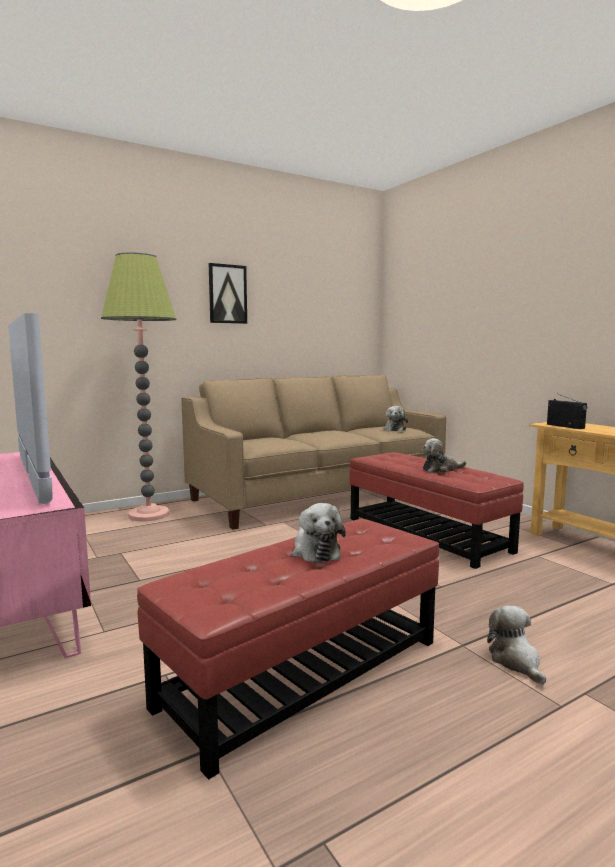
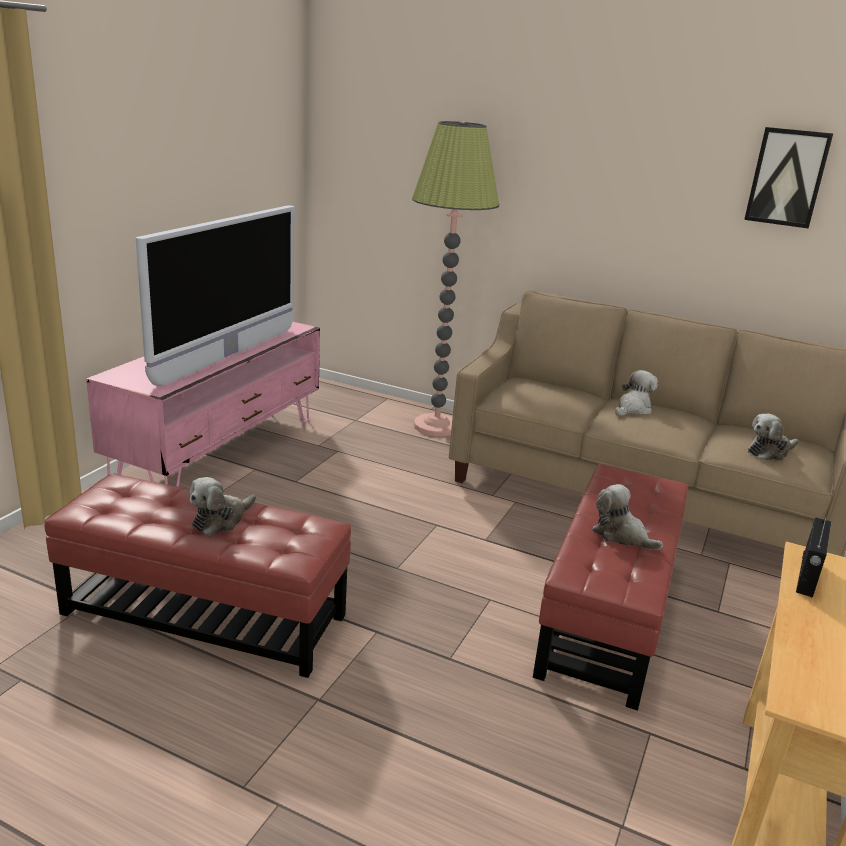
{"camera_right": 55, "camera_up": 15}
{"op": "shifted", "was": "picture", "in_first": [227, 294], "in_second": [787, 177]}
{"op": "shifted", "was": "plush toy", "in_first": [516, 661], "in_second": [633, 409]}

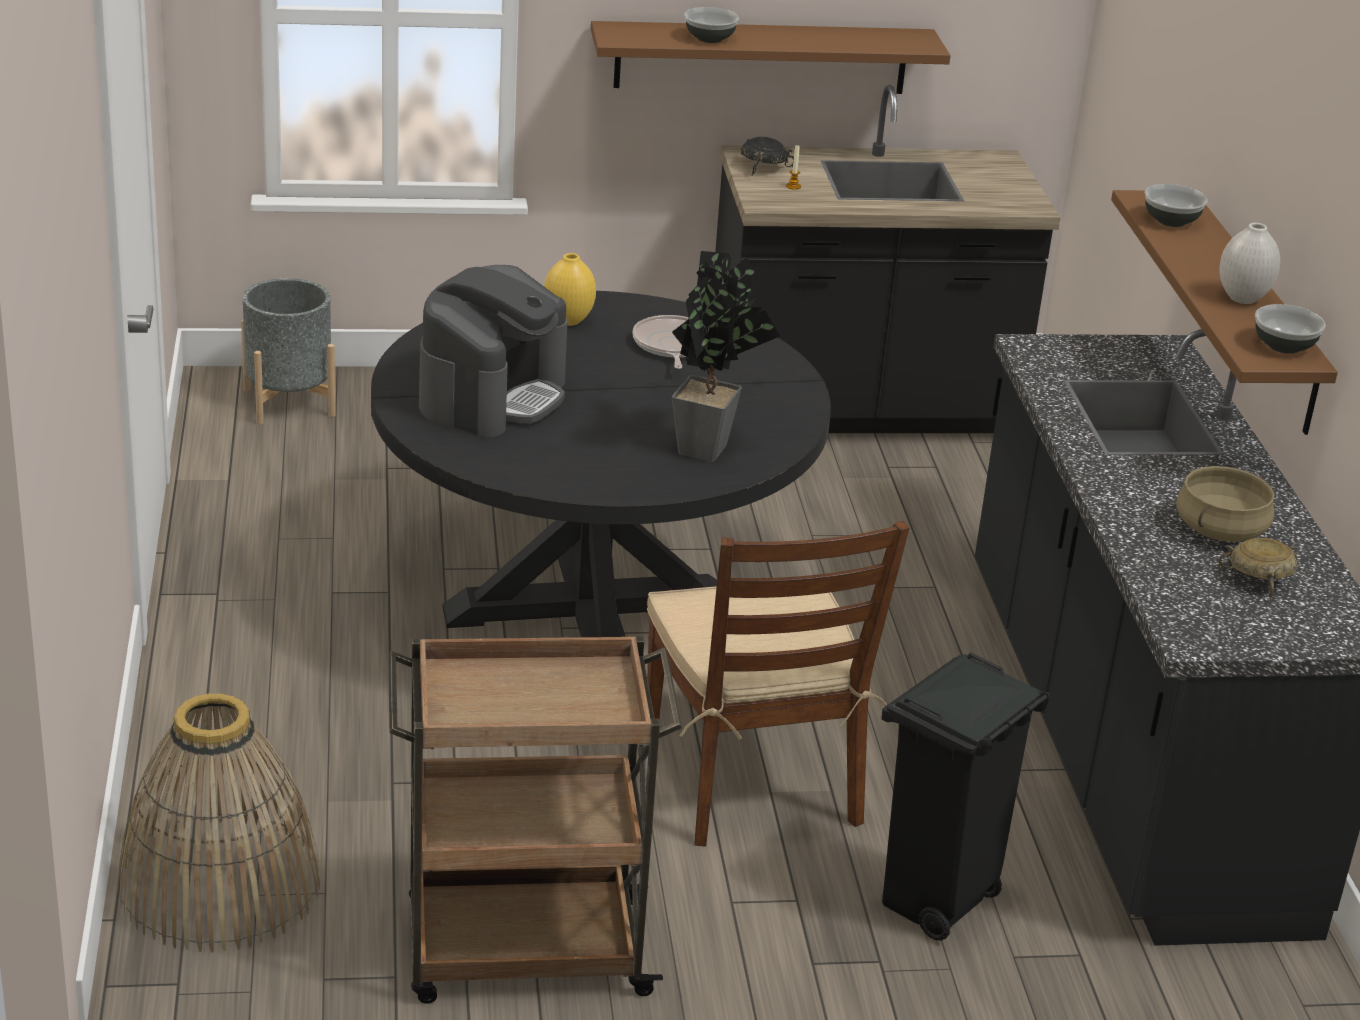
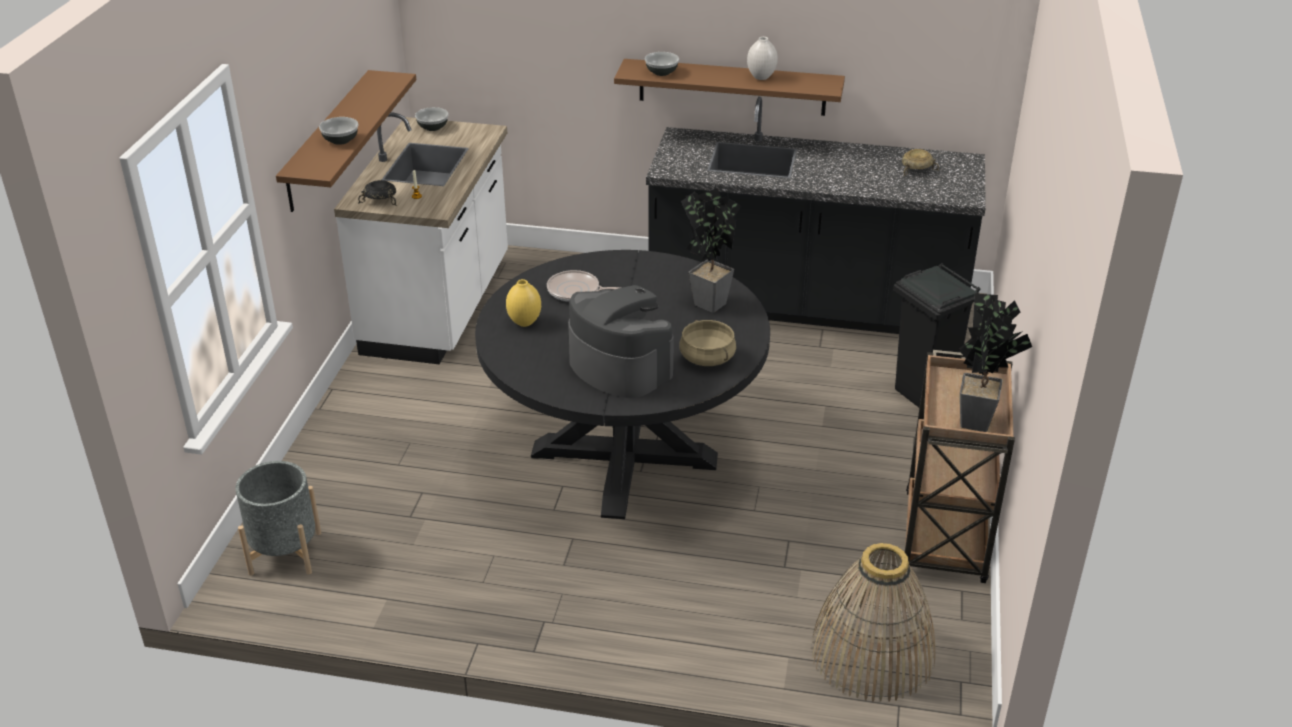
{"camera_right": -70, "camera_up": 5}
{"op": "repainted", "was": "counter in black", "now": "counter in white", "in_first": [859, 410], "in_second": [439, 307]}
{"op": "shifted", "was": "bowl", "in_first": [1284, 346], "in_second": [432, 127]}
{"op": "shifted", "was": "cooking pot in beige", "in_first": [1220, 530], "in_second": [708, 358]}
{"op": "gone", "was": "chair in brown", "in_first": [752, 778]}
{"op": "new", "now": "potted plant", "in_second": [978, 419]}

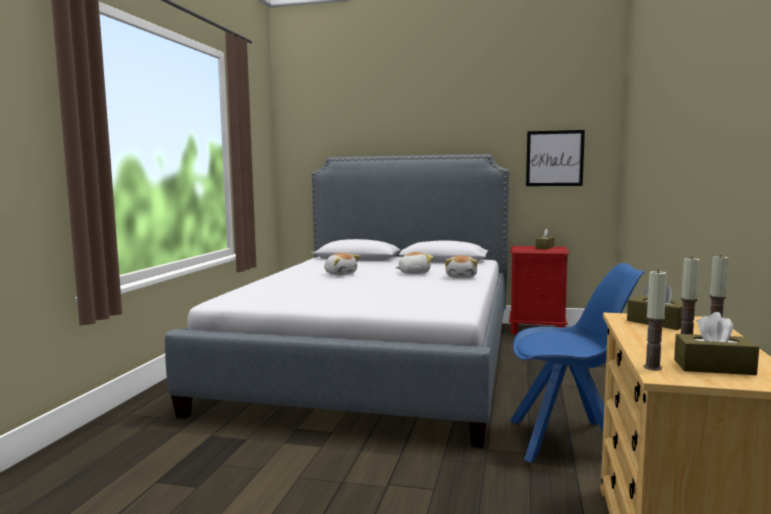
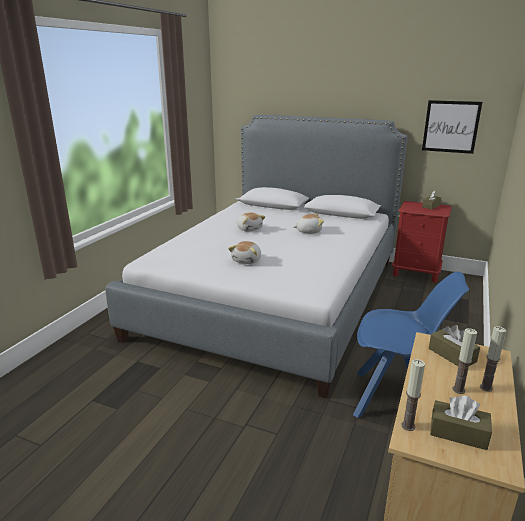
{"camera_right": 10, "camera_up": 15}
{"op": "shifted", "was": "plush toy", "in_first": [462, 277], "in_second": [247, 260]}

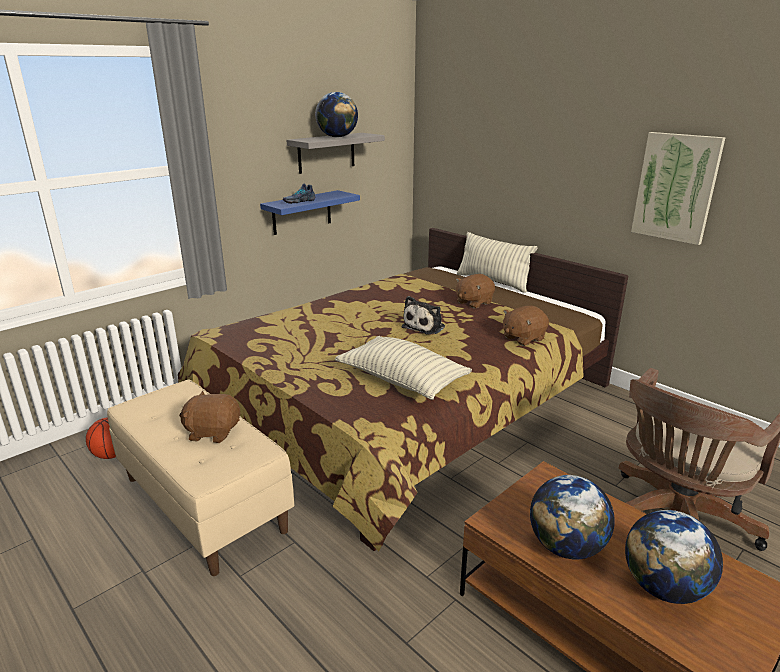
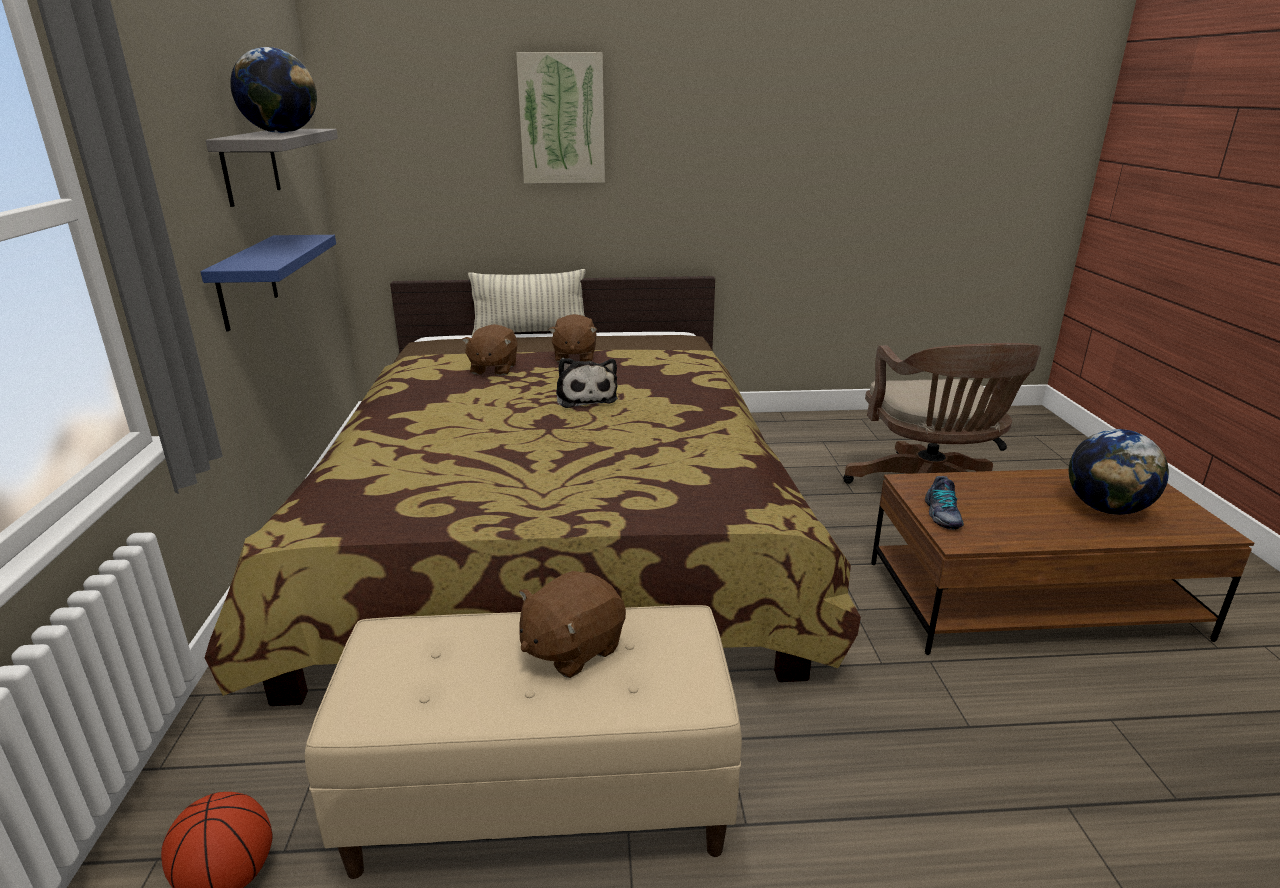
{"camera_right": -50, "camera_up": 0}
{"op": "shifted", "was": "picture", "in_first": [676, 187], "in_second": [562, 119]}
{"op": "shifted", "was": "shoe", "in_first": [299, 201], "in_second": [942, 515]}
{"op": "shifted", "was": "plush toy in brown", "in_first": [523, 338], "in_second": [493, 369]}
{"op": "gone", "was": "pillow", "in_first": [402, 380]}
{"op": "gone", "was": "globe", "in_first": [566, 546]}

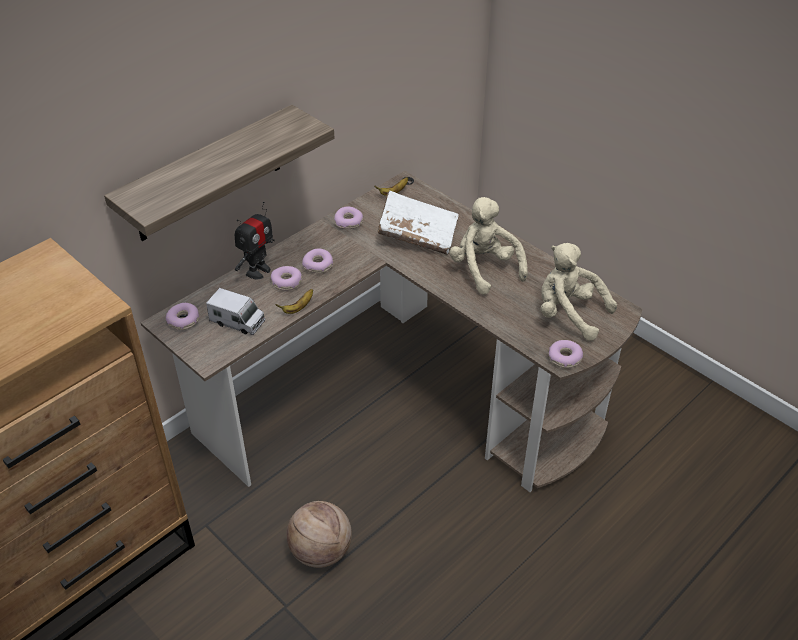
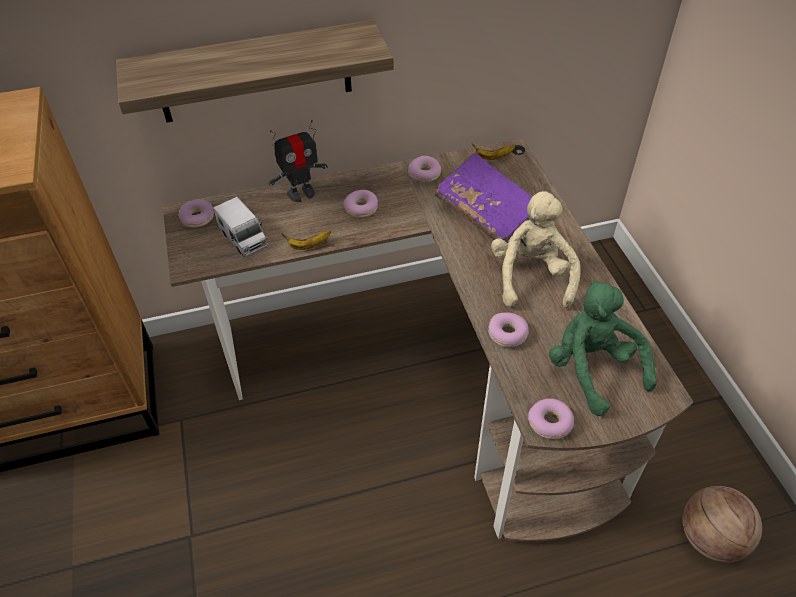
{"camera_right": 30, "camera_up": 5}
{"op": "repainted", "was": "book in white", "now": "book in purple", "in_first": [417, 234], "in_second": [486, 211]}
{"op": "repainted", "was": "plush toy in beige", "now": "plush toy in green", "in_first": [568, 314], "in_second": [592, 369]}
{"op": "shifted", "was": "donut", "in_first": [287, 282], "in_second": [507, 334]}
{"op": "shifted", "was": "basketball", "in_first": [321, 551], "in_second": [710, 538]}

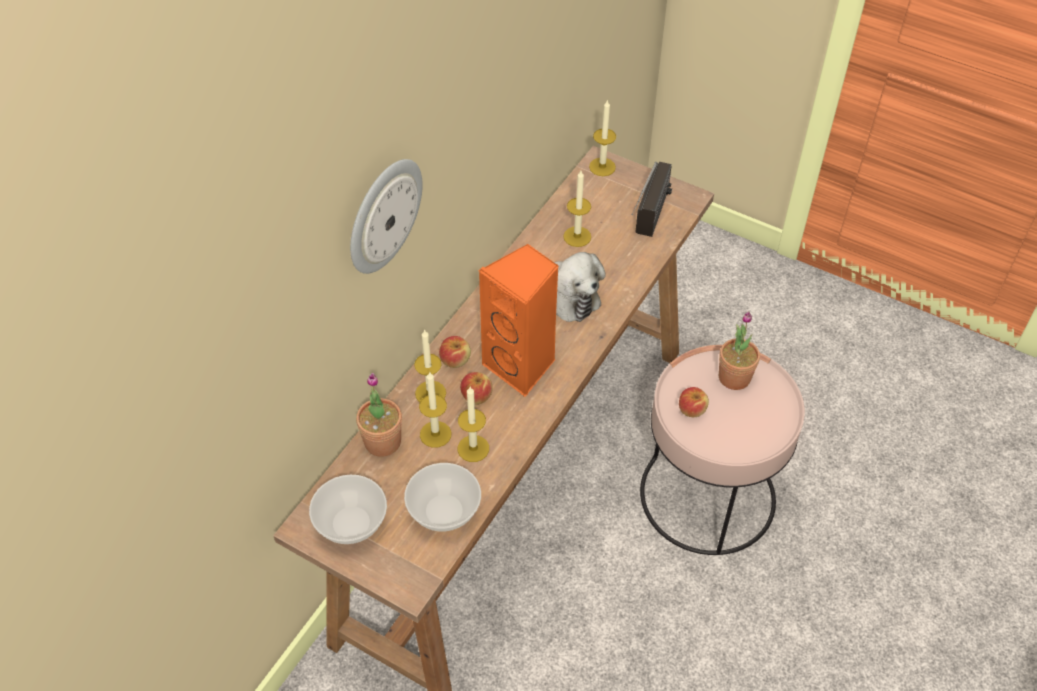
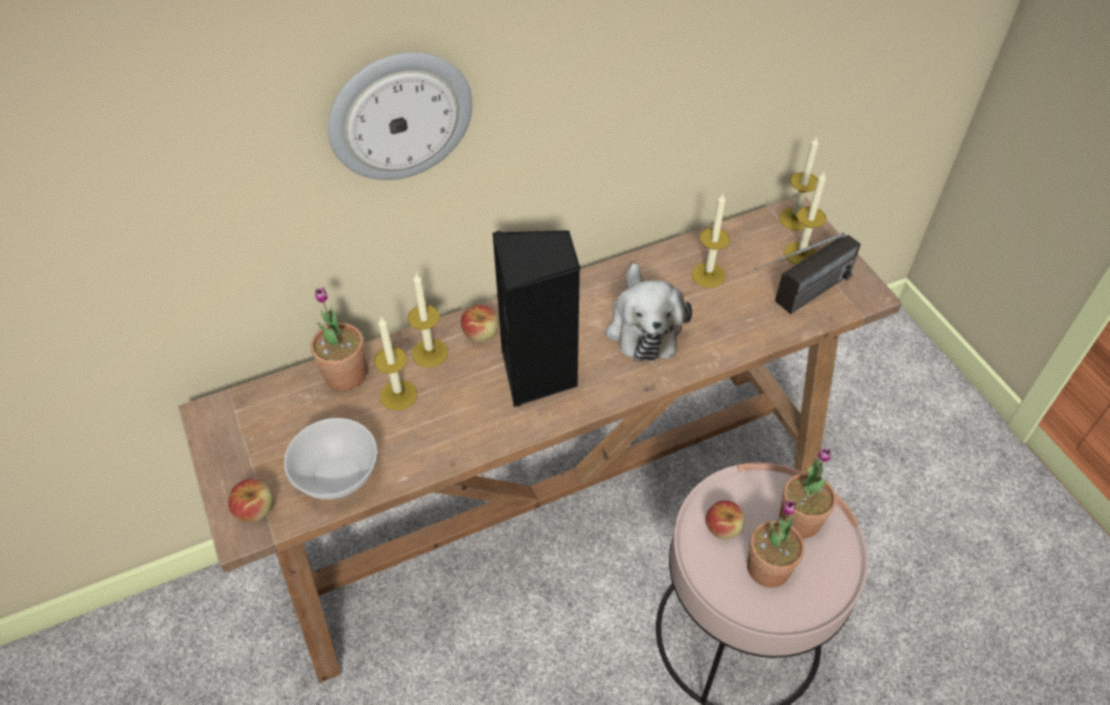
{"camera_right": 35, "camera_up": 0}
{"op": "repainted", "was": "speaker in orange", "now": "speaker in black", "in_first": [522, 366], "in_second": [539, 374]}
{"op": "shifted", "was": "apple", "in_first": [476, 396], "in_second": [255, 509]}
{"op": "shifted", "was": "candle", "in_first": [473, 448], "in_second": [801, 254]}
{"op": "gone", "was": "bowl", "in_first": [352, 522]}
{"op": "new", "now": "potted plant", "in_second": [768, 568]}

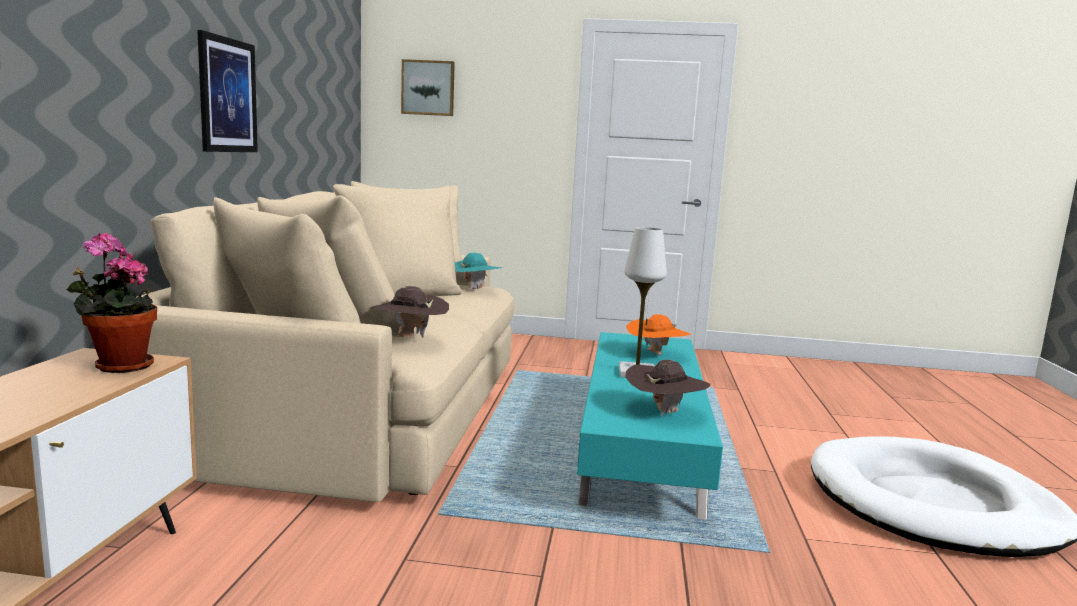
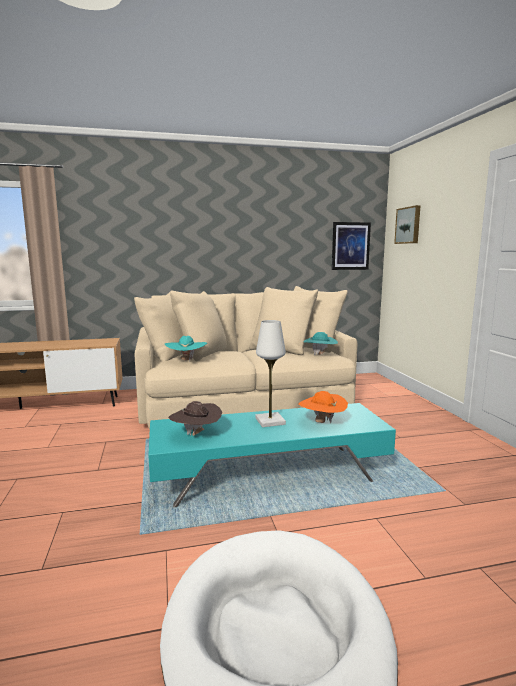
{"camera_right": 70, "camera_up": 0}
{"op": "shifted", "was": "picture", "in_first": [227, 95], "in_second": [350, 246]}
{"op": "gone", "was": "potted plant", "in_first": [119, 366]}
{"op": "repainted", "was": "hat in brown", "now": "hat in turquoise", "in_first": [409, 337], "in_second": [186, 360]}

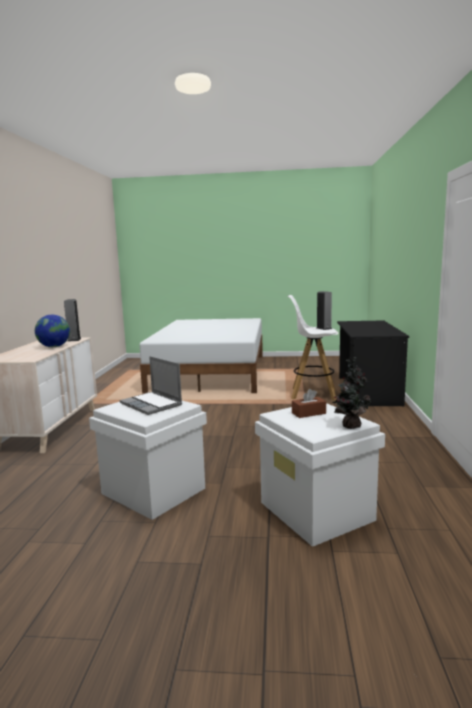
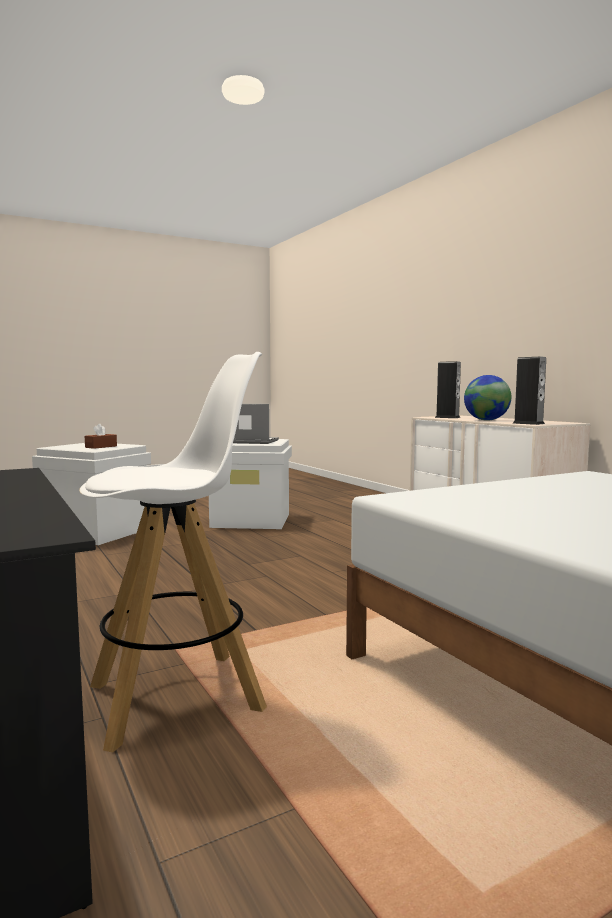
{"camera_right": 145, "camera_up": -5}
{"op": "shifted", "was": "speaker", "in_first": [324, 328], "in_second": [447, 417]}
{"op": "gone", "was": "potted plant", "in_first": [350, 425]}

